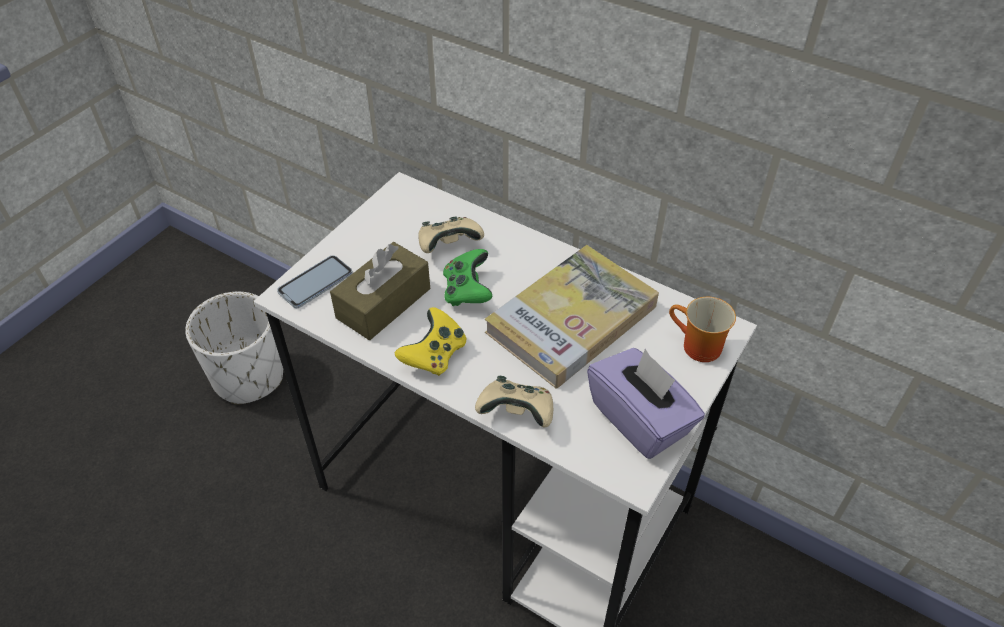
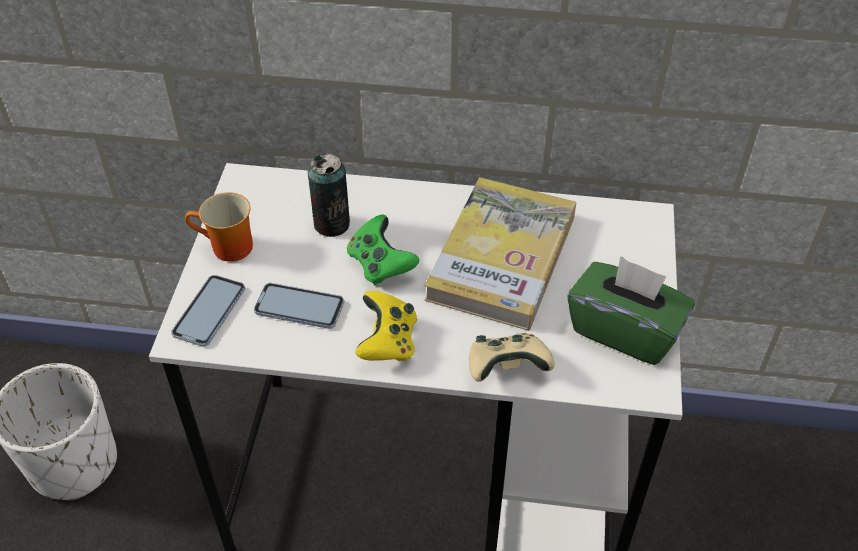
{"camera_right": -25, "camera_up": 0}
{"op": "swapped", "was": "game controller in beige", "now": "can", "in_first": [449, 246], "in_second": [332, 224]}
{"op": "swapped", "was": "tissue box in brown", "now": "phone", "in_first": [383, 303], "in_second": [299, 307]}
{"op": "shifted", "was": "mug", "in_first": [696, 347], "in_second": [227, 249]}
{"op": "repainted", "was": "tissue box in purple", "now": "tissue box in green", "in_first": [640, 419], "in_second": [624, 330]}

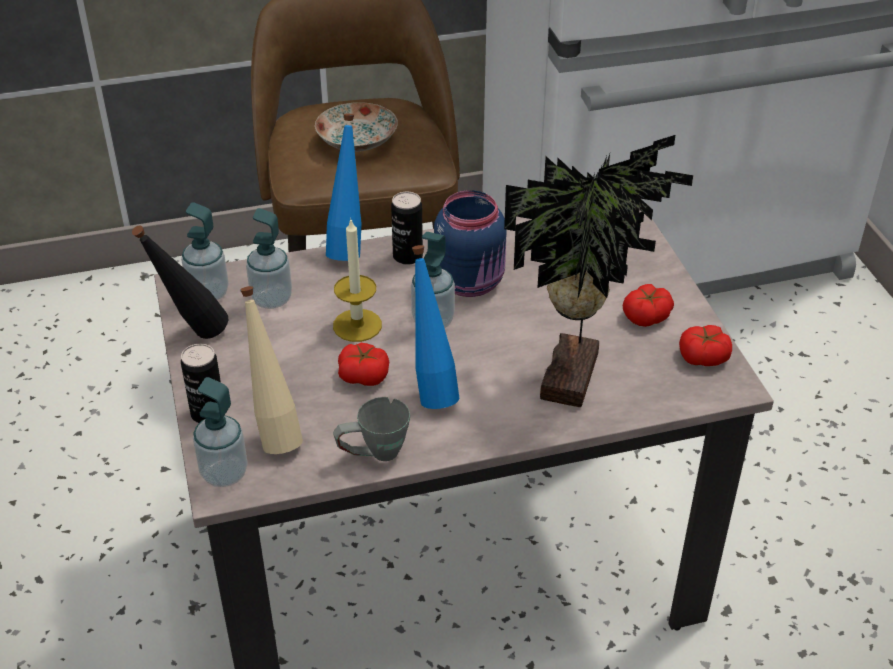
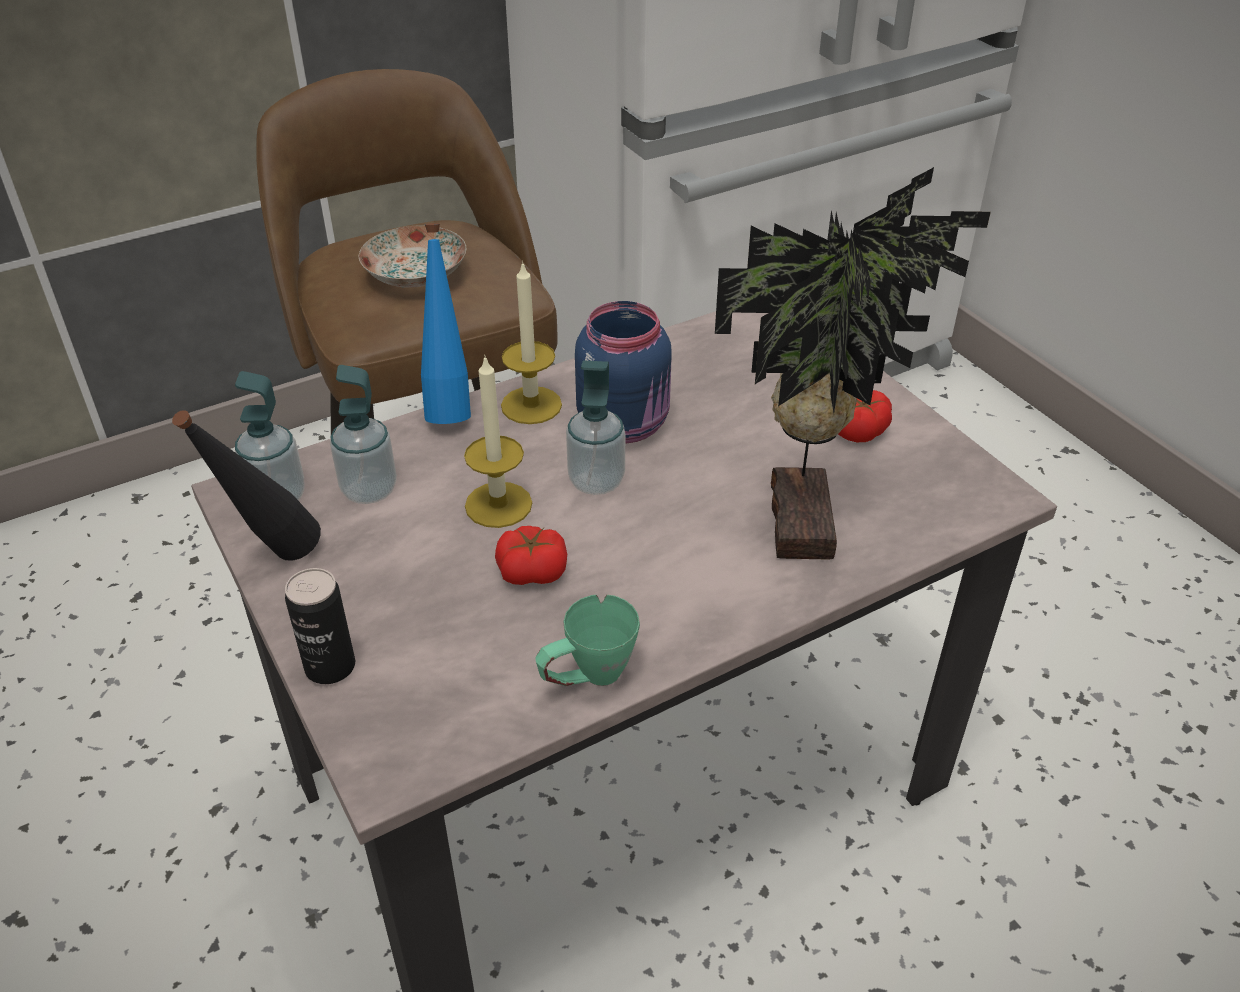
{"camera_right": -15, "camera_up": 0}
{"op": "swapped", "was": "can", "now": "candle", "in_first": [407, 256], "in_second": [531, 405]}
{"op": "gone", "was": "bottle in blue", "in_first": [432, 390]}
{"op": "gone", "was": "bottle in beige", "in_first": [275, 433]}
{"op": "gone", "was": "tomato", "in_first": [703, 357]}
{"op": "gone", "was": "soap dispenser", "in_first": [224, 473]}
{"op": "repainted", "was": "mug in grey", "now": "mug in green", "in_first": [373, 455], "in_second": [587, 679]}

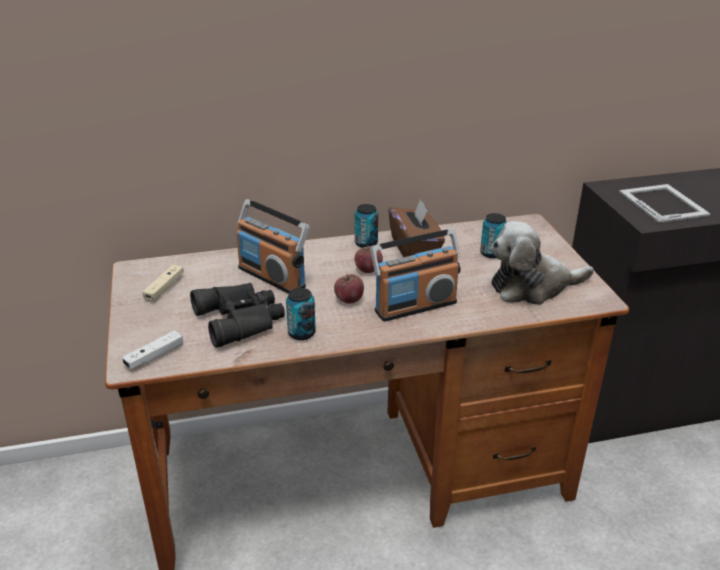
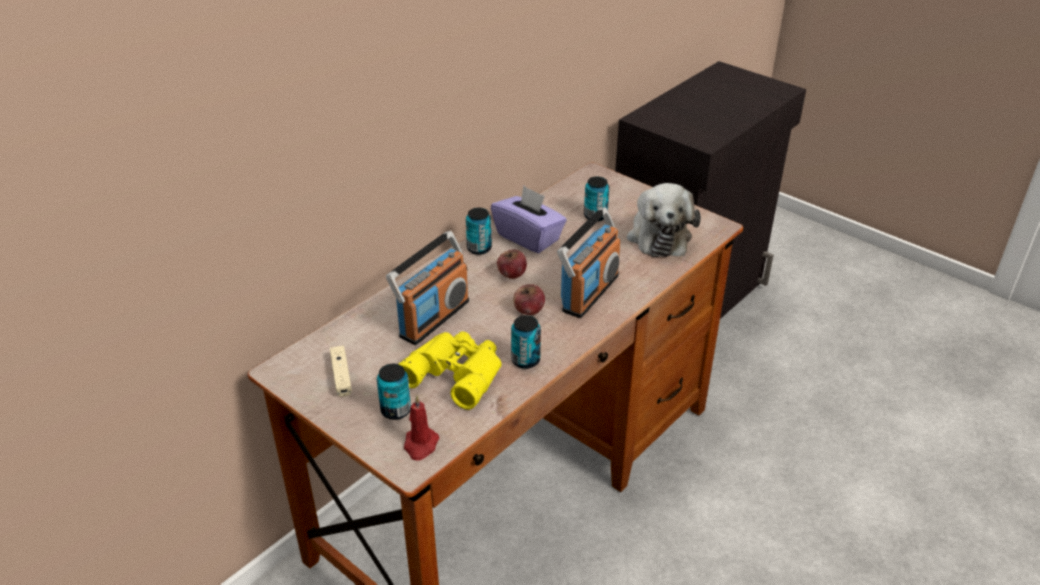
{"camera_right": -35, "camera_up": 5}
{"op": "gone", "was": "picture frame", "in_first": [663, 202]}
{"op": "rotated", "was": "radio", "in_first": [272, 277], "in_second": [433, 318], "clockwise": -60}
{"op": "repainted", "was": "tissue box in brown", "now": "tissue box in purple", "in_first": [415, 249], "in_second": [529, 237]}
{"op": "rotated", "was": "plush toy", "in_first": [532, 287], "in_second": [659, 235], "clockwise": -45}
{"op": "repainted", "was": "binoculars in black", "now": "binoculars in yellow", "in_first": [241, 319], "in_second": [456, 372]}
{"op": "swapped", "was": "game controller in white", "now": "candle in red", "in_first": [154, 356], "in_second": [420, 445]}
{"op": "new", "now": "can", "in_second": [396, 410]}

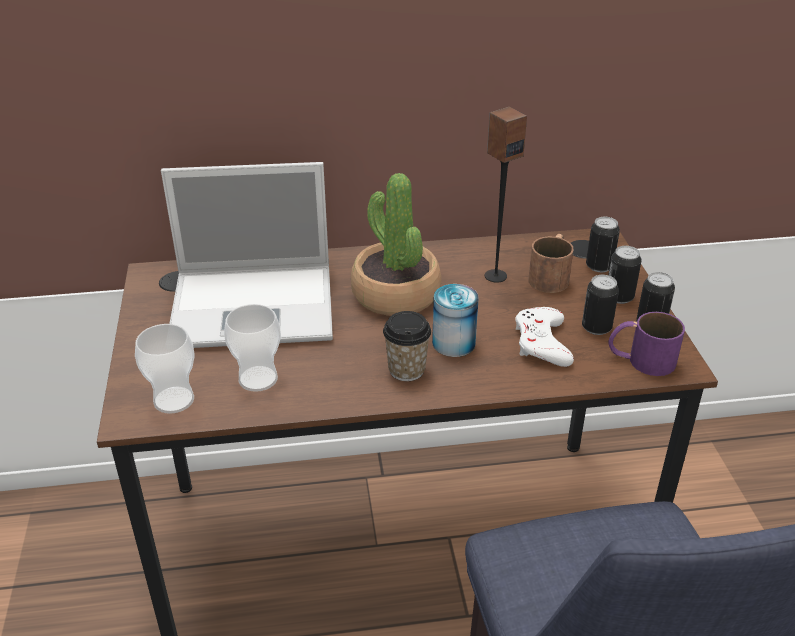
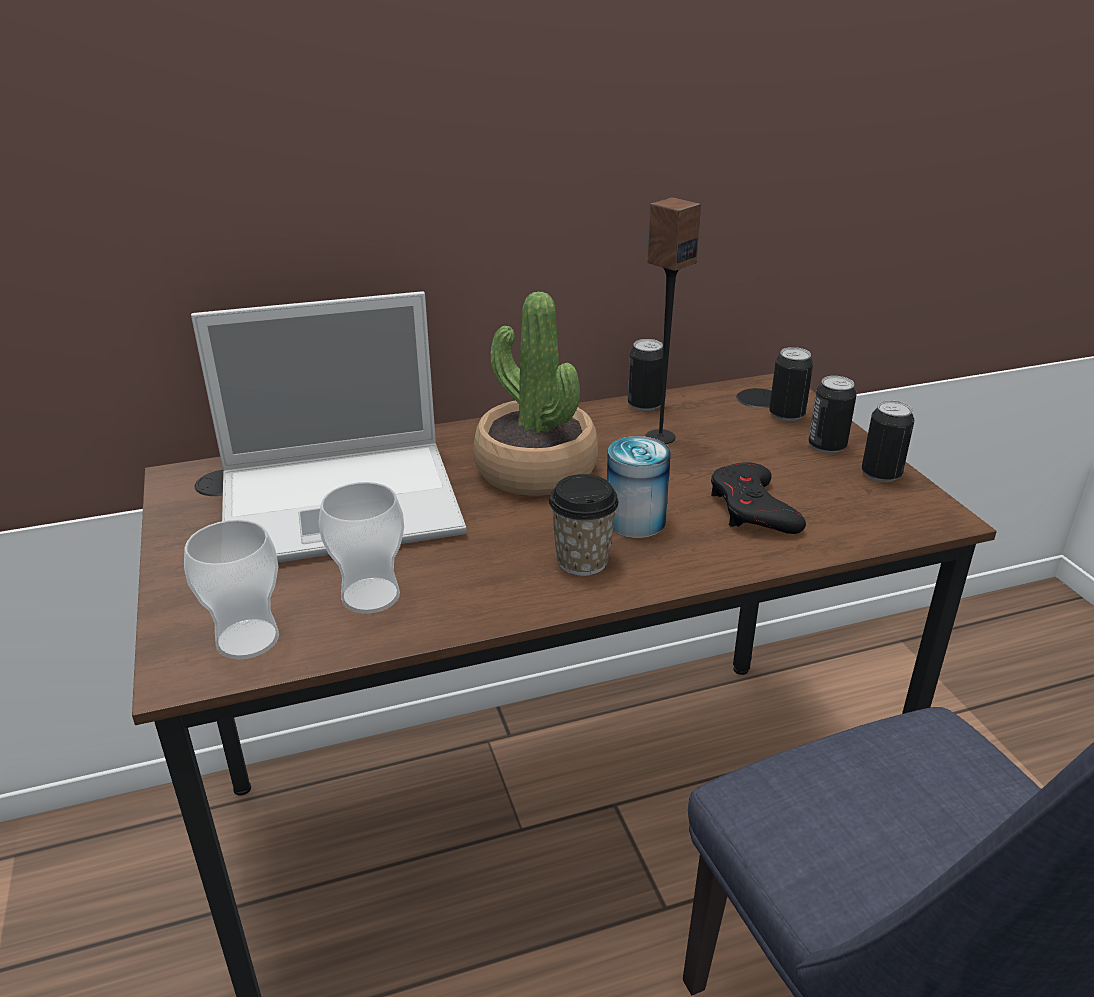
{"camera_right": -10, "camera_up": -5}
{"op": "gone", "was": "mug in brown", "in_first": [551, 275]}
{"op": "shifted", "was": "can", "in_first": [596, 327], "in_second": [644, 405]}
{"op": "repainted", "was": "game controller in white", "now": "game controller in black", "in_first": [542, 343], "in_second": [752, 508]}
{"op": "gone", "was": "mug in purple", "in_first": [640, 359]}

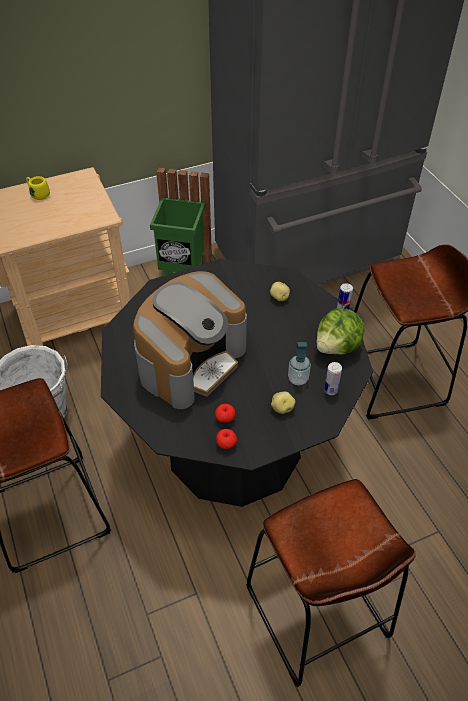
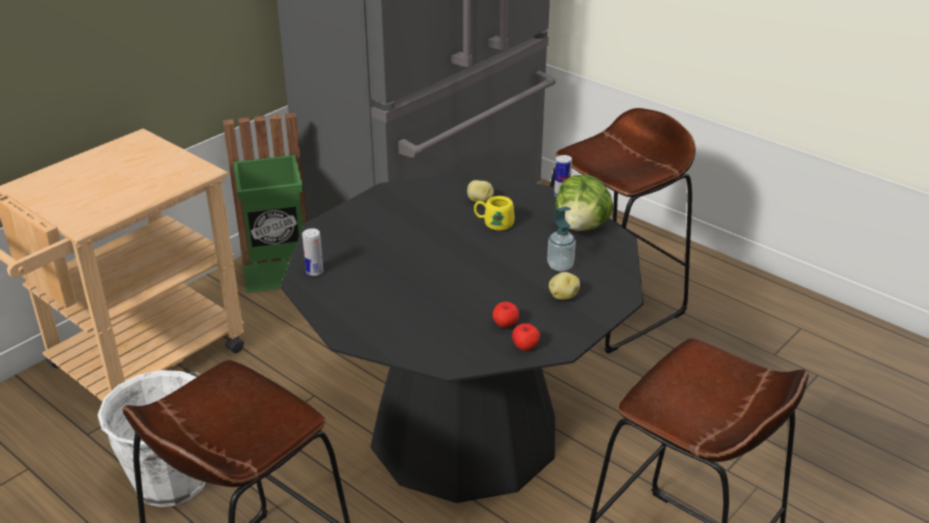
{"camera_right": -25, "camera_up": -15}
{"op": "shifted", "was": "mug in yellow", "in_first": [38, 194], "in_second": [493, 224]}
{"op": "gone", "was": "coffee machine", "in_first": [191, 361]}
{"op": "shifted", "was": "can", "in_first": [330, 390], "in_second": [314, 272]}

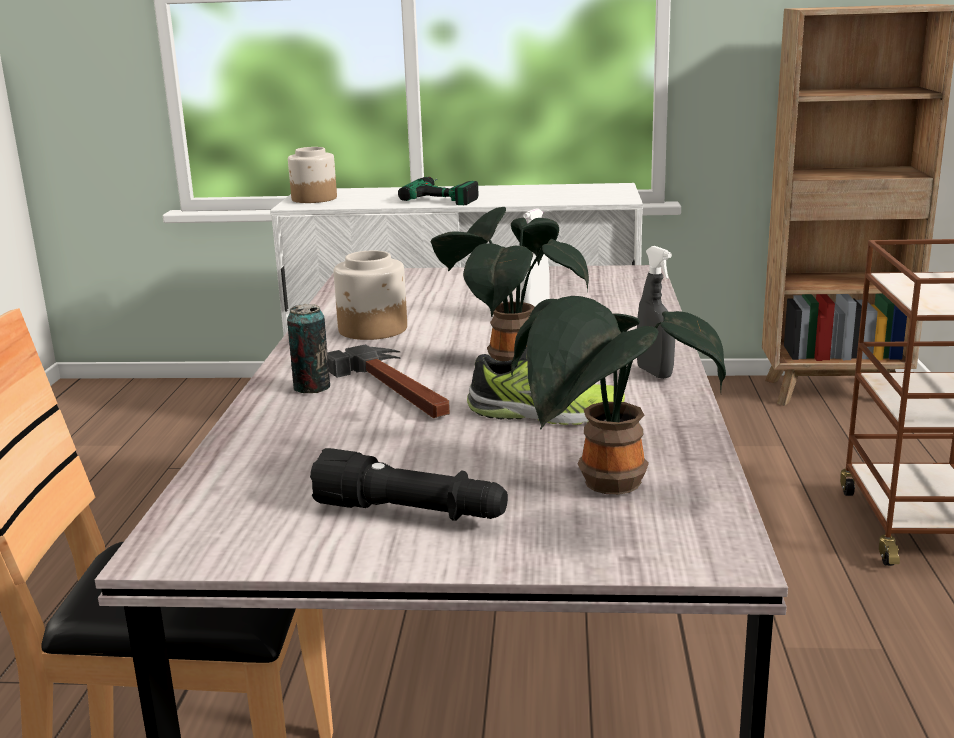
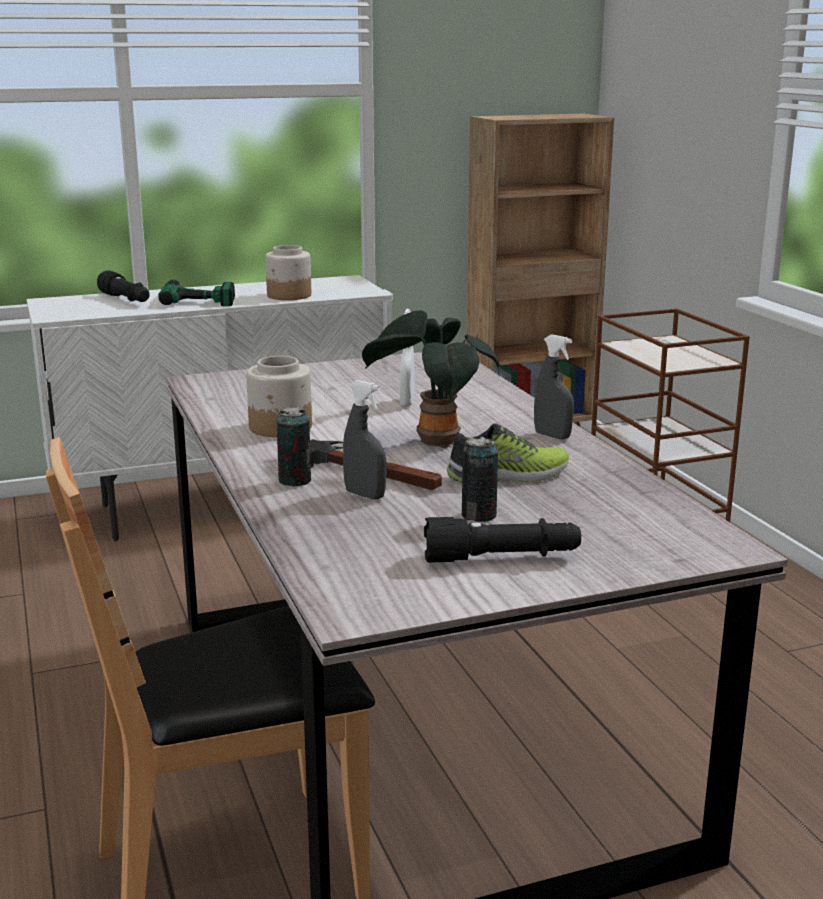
{"camera_right": -25, "camera_up": 0}
{"op": "shifted", "was": "jar", "in_first": [314, 199], "in_second": [289, 295]}
{"op": "gone", "was": "potted plant", "in_first": [609, 488]}
{"op": "new", "now": "flashlight in black", "in_second": [126, 300]}
{"op": "new", "now": "spray bottle in grey", "in_second": [365, 495]}
{"op": "new", "now": "can", "in_second": [479, 516]}

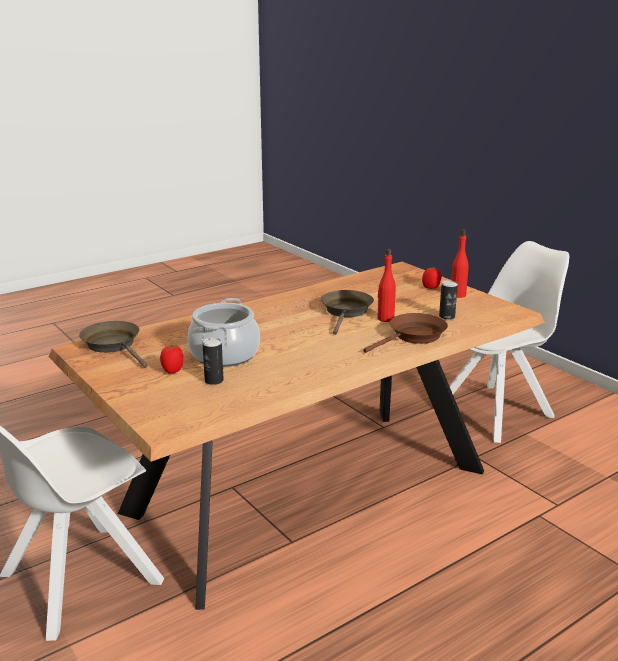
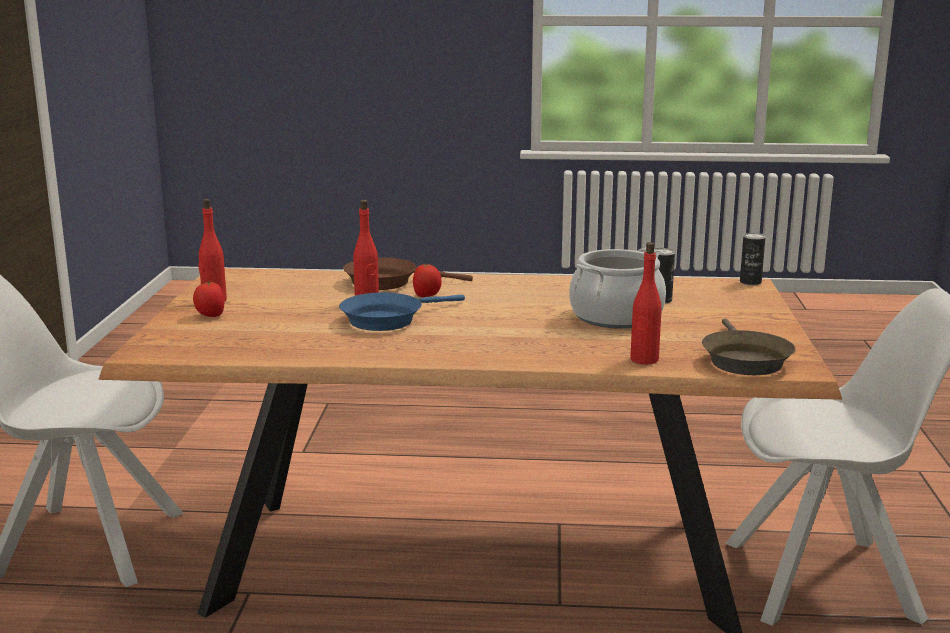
{"camera_right": -140, "camera_up": -5}
{"op": "shifted", "was": "can", "in_first": [447, 317], "in_second": [750, 282]}
{"op": "repainted", "was": "frying pan in brown", "now": "frying pan in blue", "in_first": [346, 312], "in_second": [387, 319]}
{"op": "shifted", "was": "tomato", "in_first": [173, 371], "in_second": [427, 296]}
{"op": "new", "now": "bottle in red", "in_second": [644, 360]}

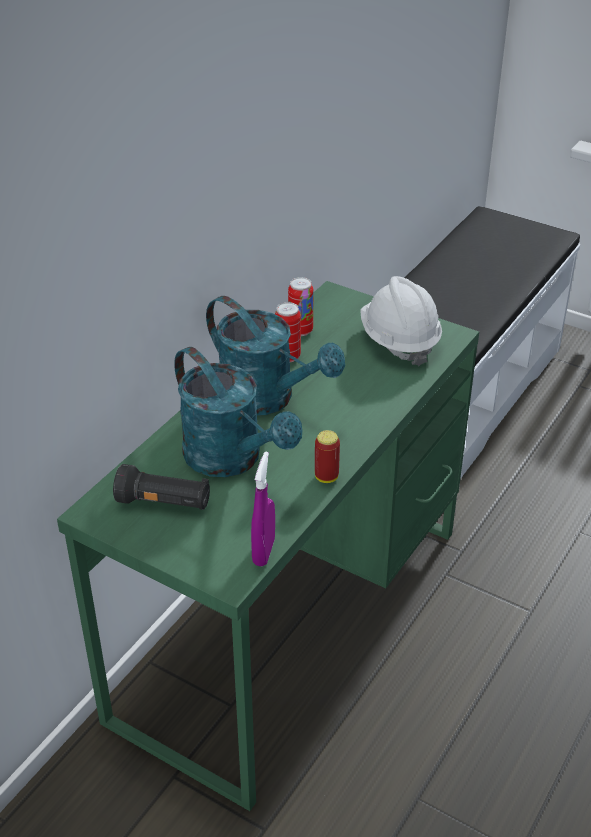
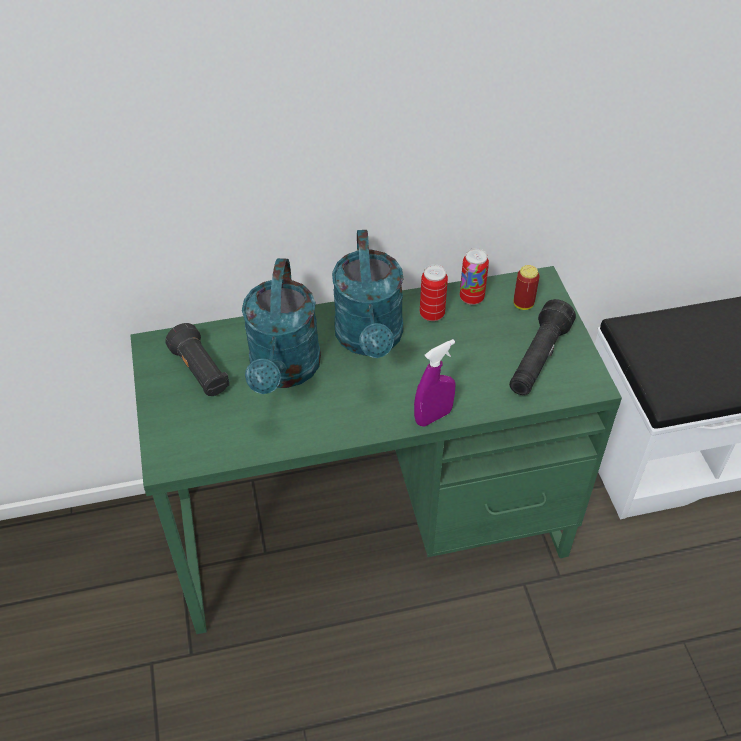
{"camera_right": 45, "camera_up": 10}
{"op": "swapped", "was": "hard hat in white", "now": "flashlight in black", "in_first": [399, 341], "in_second": [538, 360]}
{"op": "shifted", "was": "can", "in_first": [326, 477], "in_second": [523, 304]}
{"op": "shifted", "was": "spray bottle in purple", "in_first": [263, 552], "in_second": [433, 416]}

